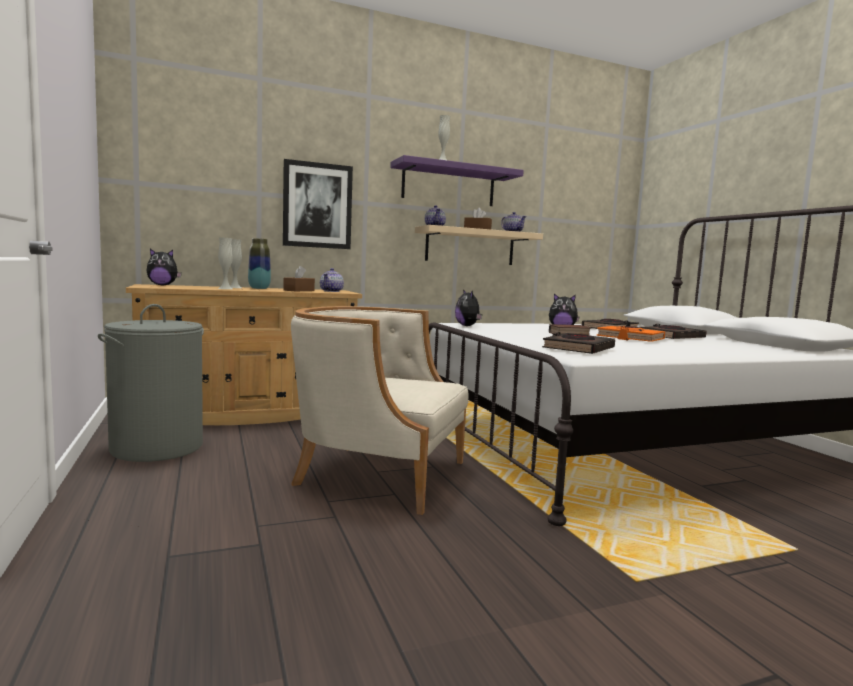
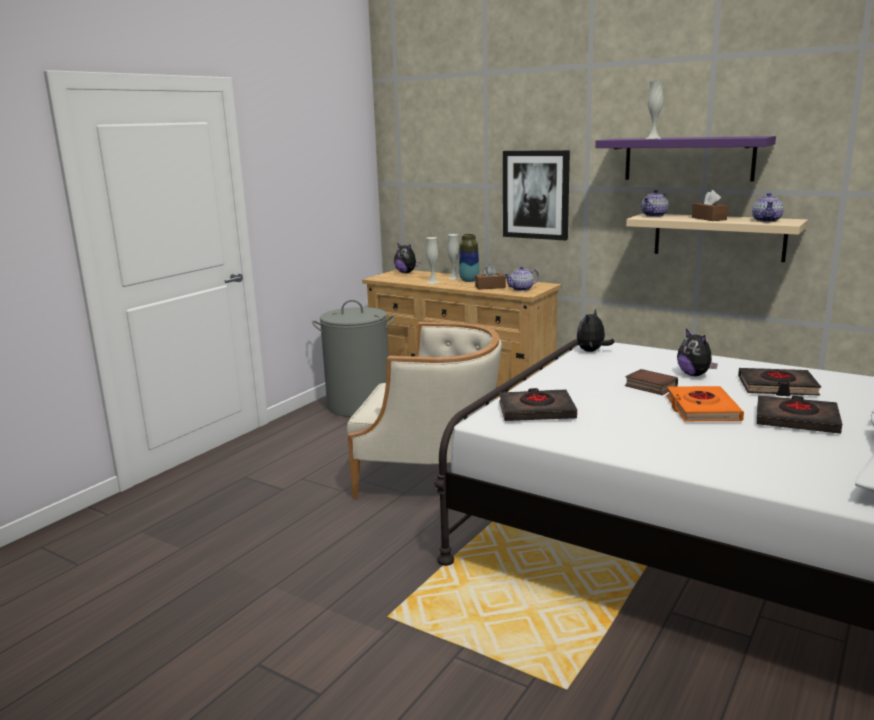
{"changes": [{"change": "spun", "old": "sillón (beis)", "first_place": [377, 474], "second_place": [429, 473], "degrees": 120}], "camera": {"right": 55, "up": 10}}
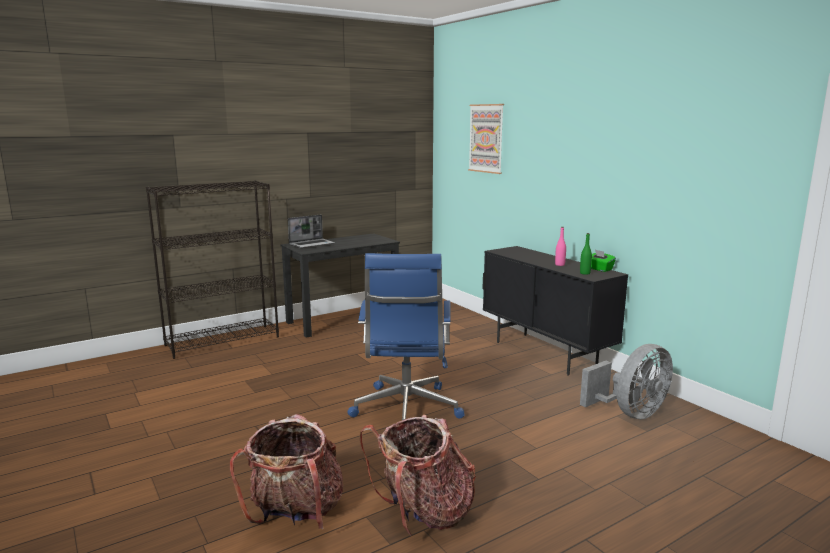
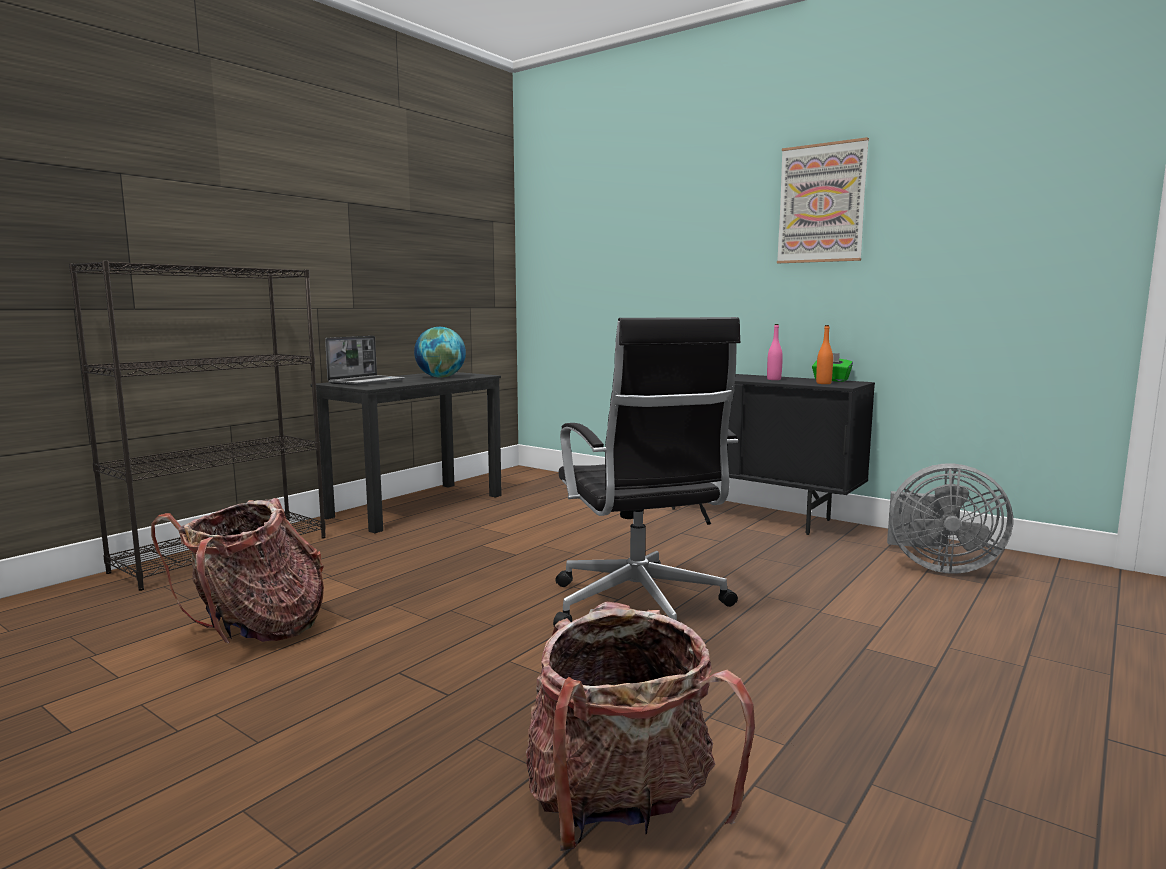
{"changes": [{"change": "colour", "old": "silla de oficina (azul)", "new": "silla de oficina (negro)", "first_place": [406, 410], "second_place": [639, 608]}, {"change": "relocated", "old": "mochila", "first_place": [423, 513], "second_place": [255, 631]}, {"change": "relocated", "old": "cuadro", "first_place": [486, 138], "second_place": [821, 203]}, {"change": "colour", "old": "botella (verde)", "new": "botella (naranja)", "first_place": [585, 273], "second_place": [823, 383]}, {"change": "spun", "old": "ventilador (gris)", "first_place": [630, 413], "second_place": [938, 566], "degrees": 75}, {"change": "appeared", "new": "globo terráqueo", "second_place": [441, 377]}], "camera": {"right": -20, "up": -5}}
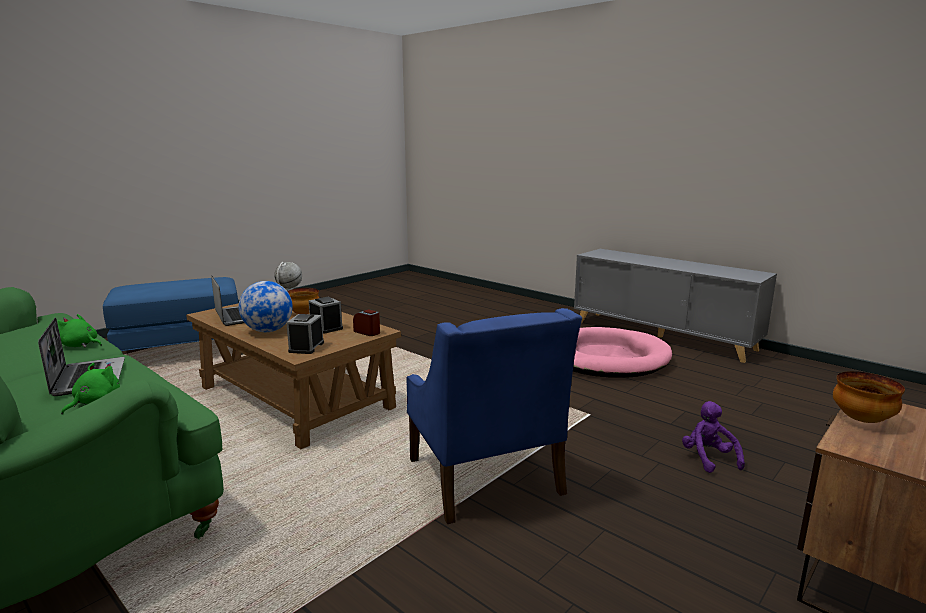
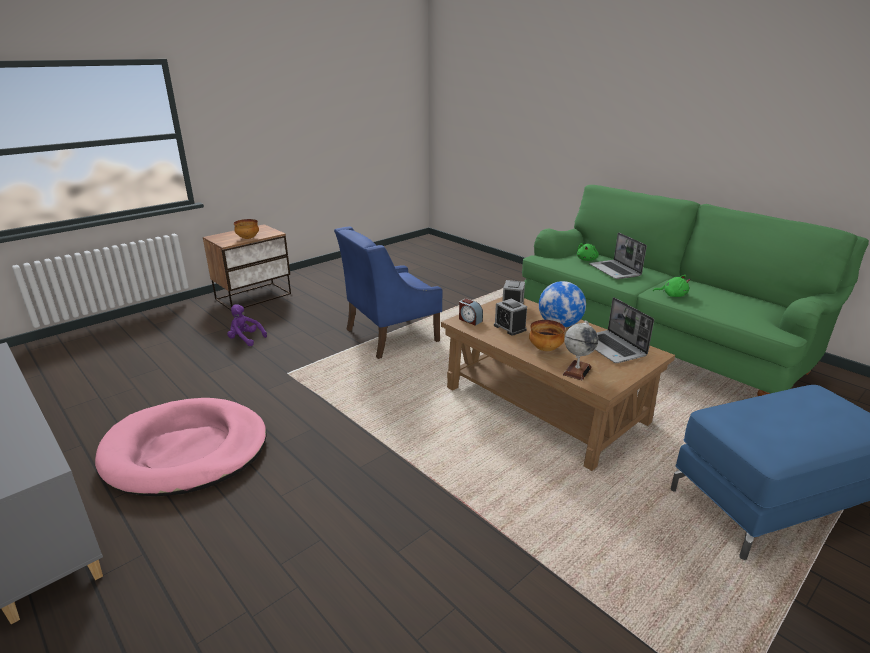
{"changes": [{"change": "spun", "old": "sillón (azul)", "first_place": [484, 477], "second_place": [390, 335], "degrees": -105}, {"change": "spun", "old": "peluche (morado)", "first_place": [708, 458], "second_place": [245, 339], "degrees": 120}], "camera": {"right": -175, "up": 10}}
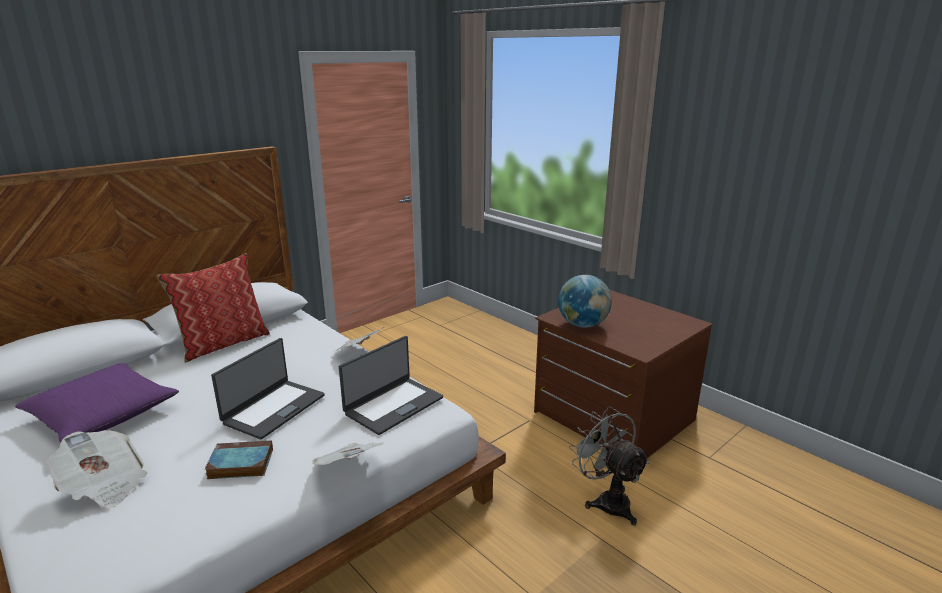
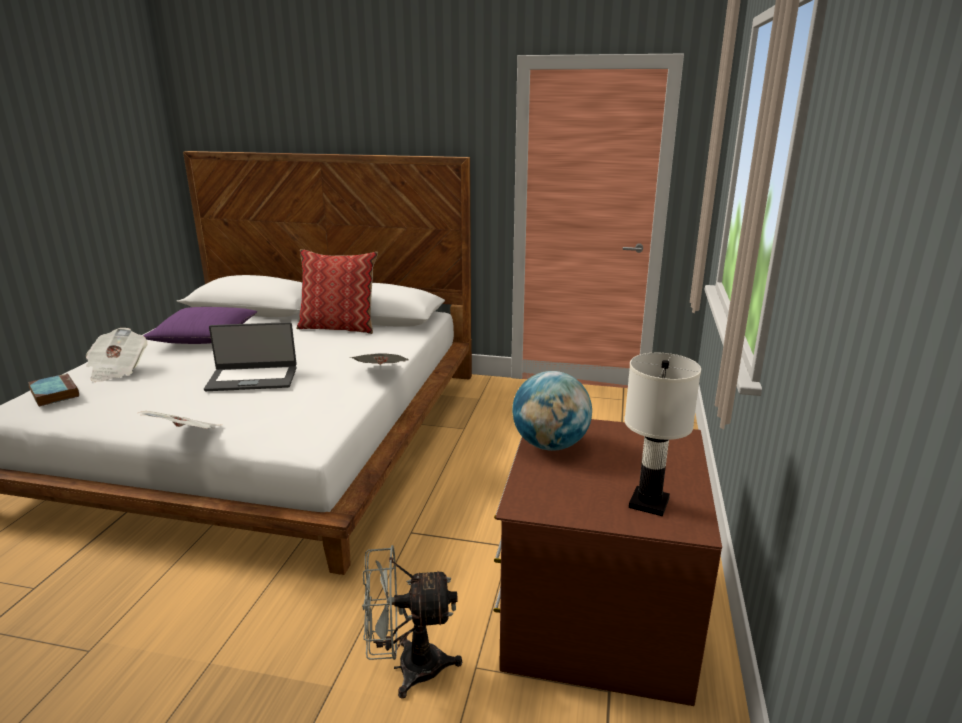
{"changes": [{"change": "relocated", "old": "libro", "first_place": [239, 464], "second_place": [54, 393]}, {"change": "missing", "old": "portátil", "first_place": [393, 405]}, {"change": "spun", "old": "ventilador (gris)", "first_place": [607, 500], "second_place": [408, 667], "degrees": -120}, {"change": "appeared", "new": "lámpara de mesa (blanco)", "second_place": [648, 502]}], "camera": {"right": 55, "up": 0}}
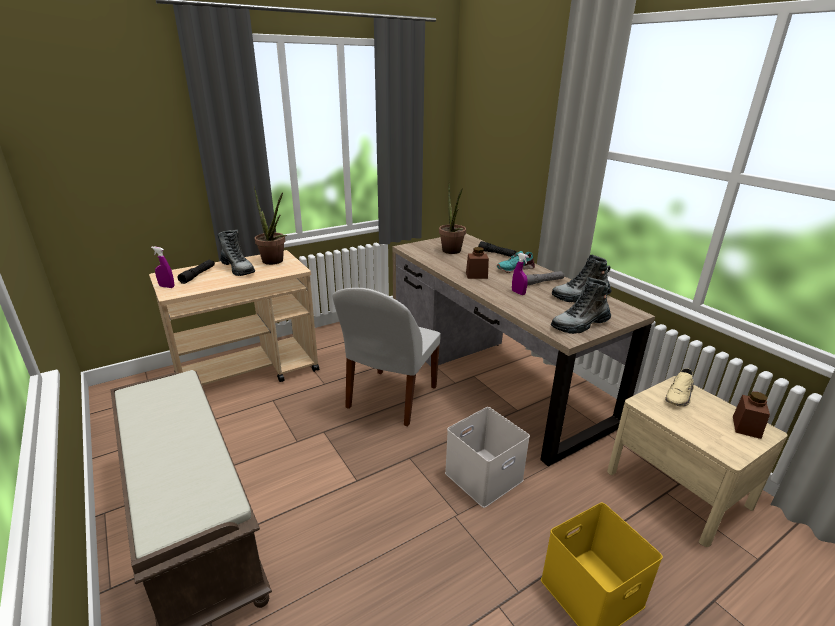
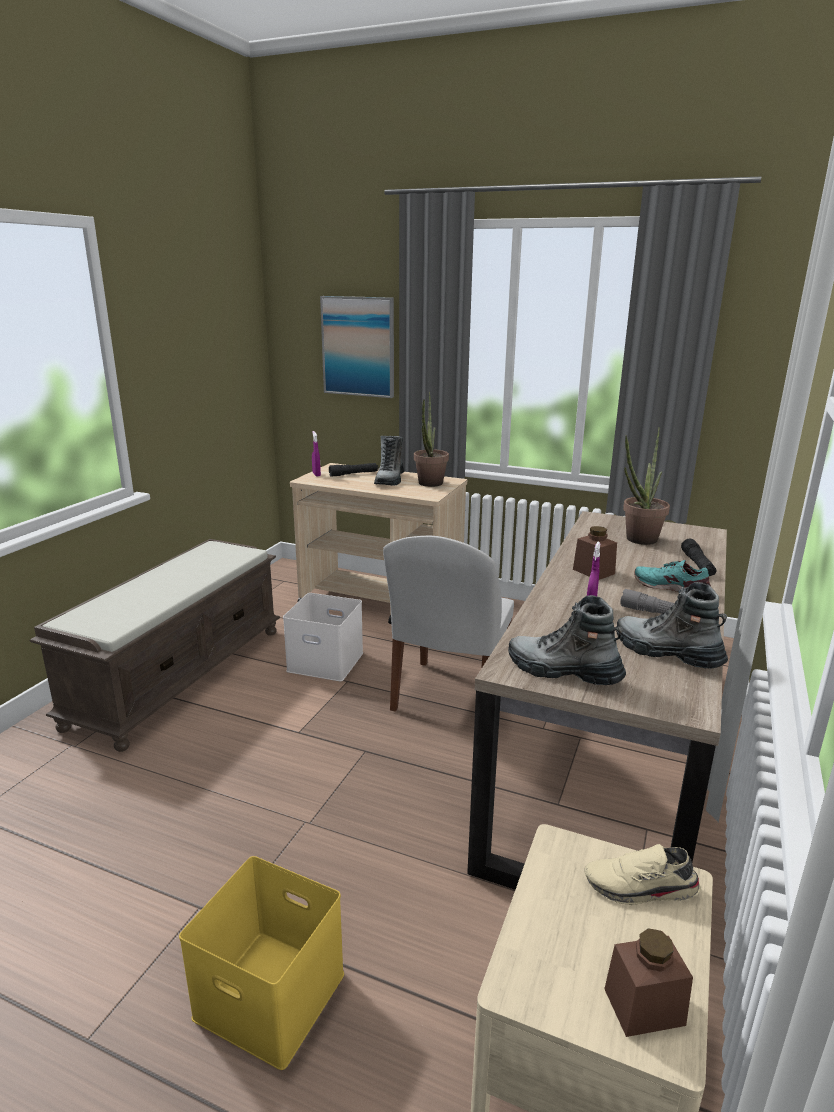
{"changes": [{"change": "spun", "old": "silla (blanco)", "first_place": [390, 398], "second_place": [448, 696], "degrees": -60}, {"change": "relocated", "old": "caja de almacenaje (blanco)", "first_place": [483, 475], "second_place": [327, 661]}, {"change": "appeared", "new": "cuadro", "second_place": [358, 346]}], "camera": {"right": 55, "up": -5}}
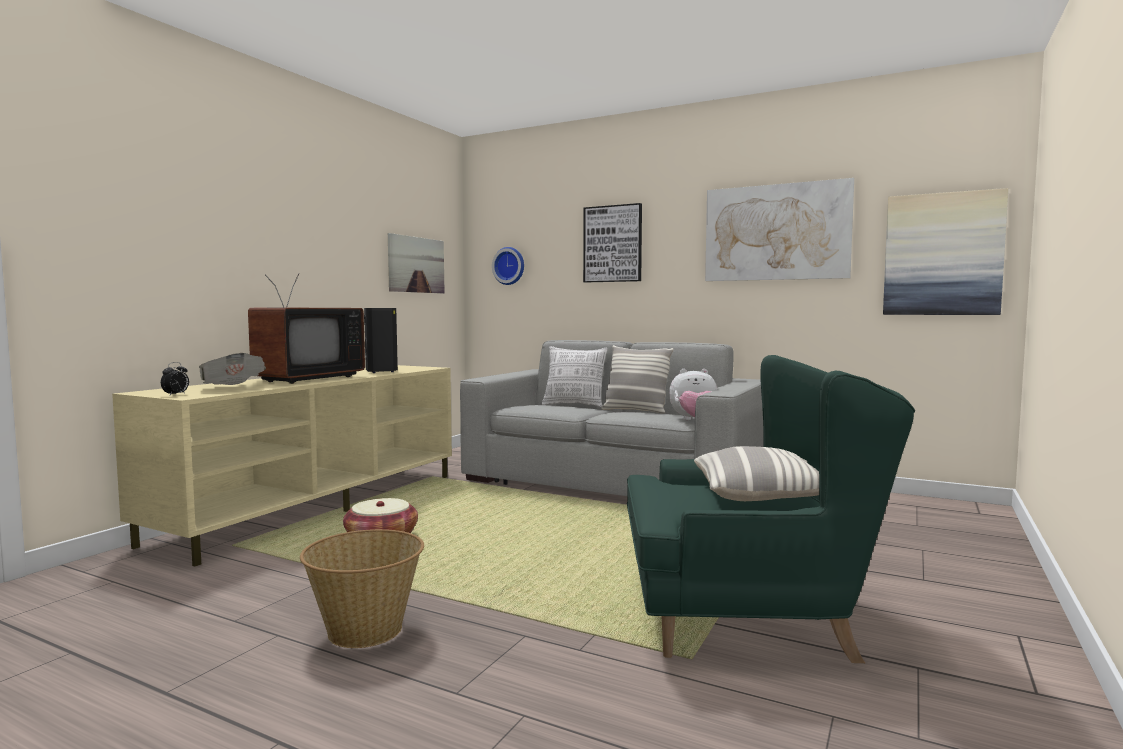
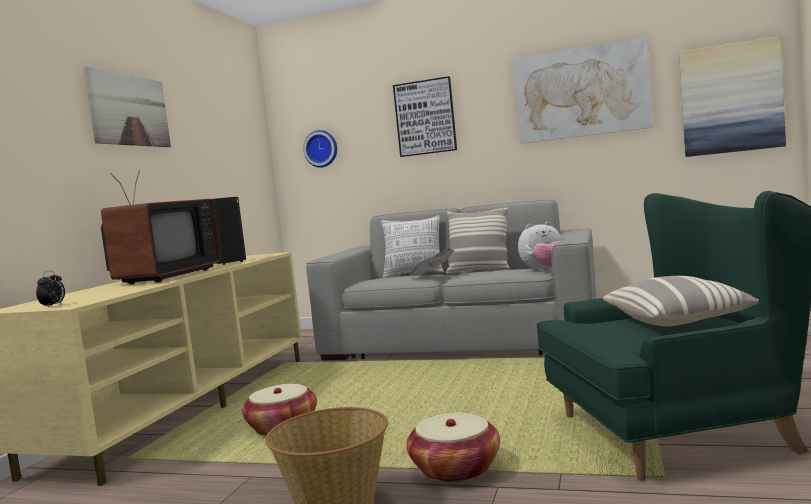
{"changes": [{"change": "relocated", "old": "periódico", "first_place": [233, 387], "second_place": [432, 276]}, {"change": "relocated", "old": "cuadro", "first_place": [416, 265], "second_place": [129, 110]}, {"change": "appeared", "new": "cesta", "second_place": [455, 469]}], "camera": {"right": -10, "up": 0}}
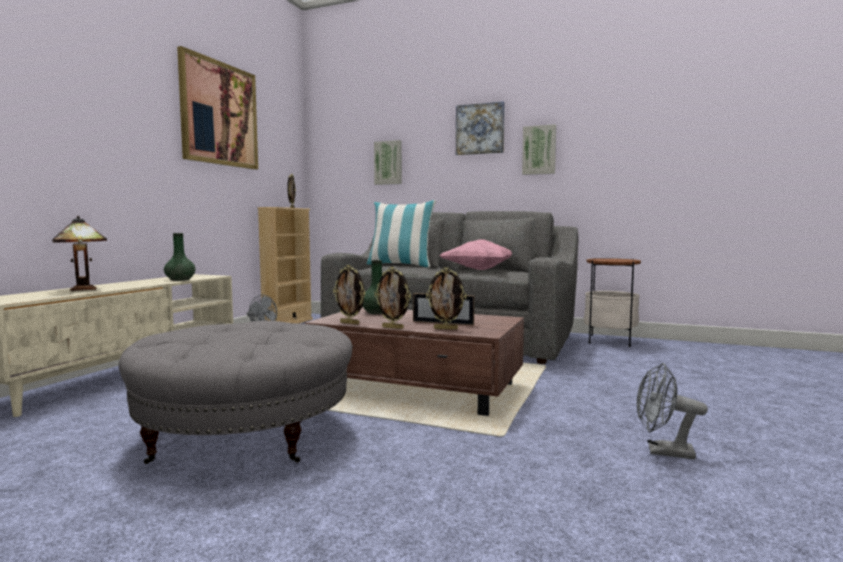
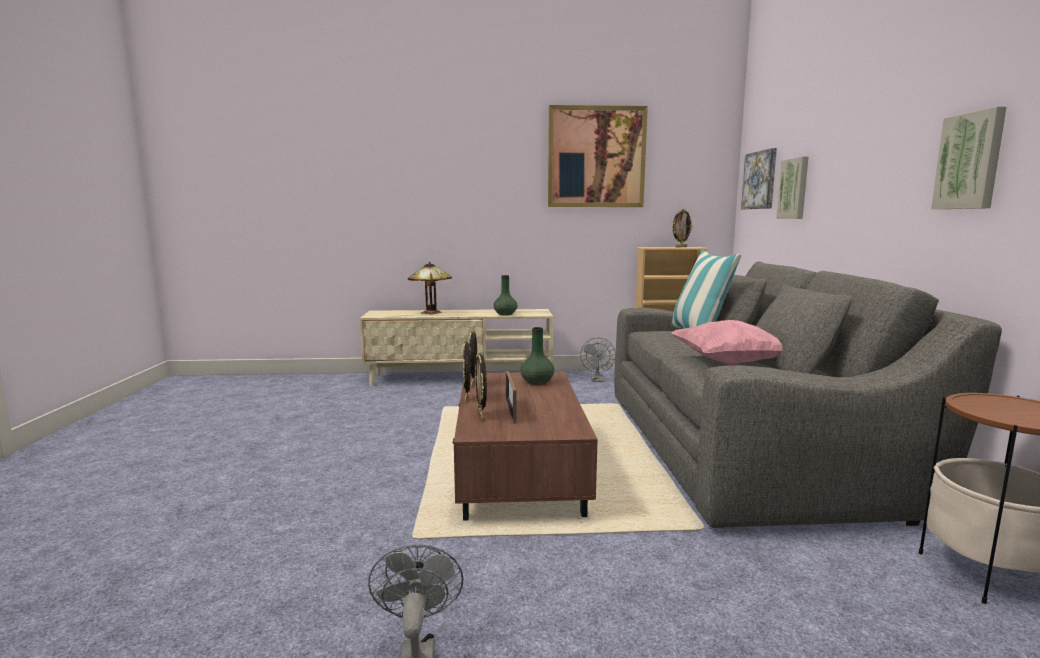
{"changes": [{"change": "missing", "old": "puf (gris)", "first_place": [246, 434]}, {"change": "relocated", "old": "cuadro", "first_place": [480, 129], "second_place": [760, 180]}], "camera": {"right": 65, "up": 5}}
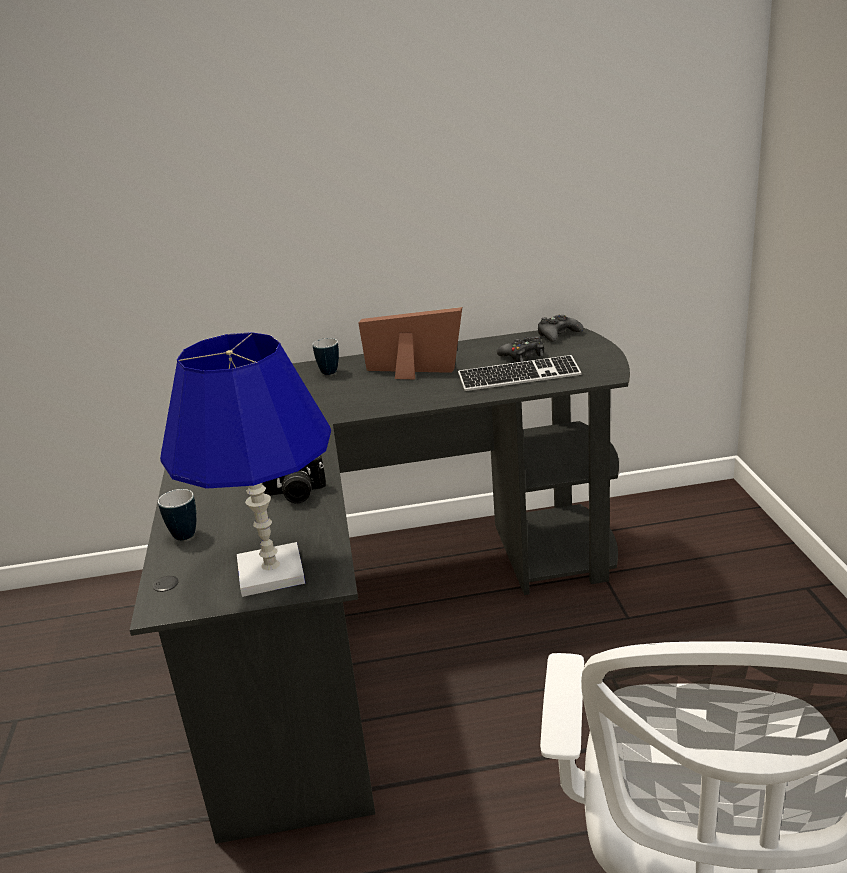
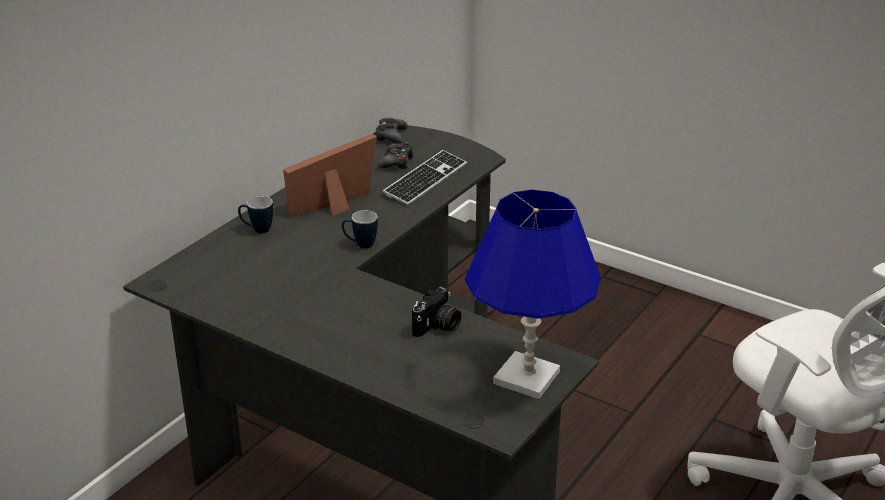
{"changes": [{"change": "relocated", "old": "taza grande", "first_place": [181, 532], "second_place": [360, 244]}], "camera": {"right": -50, "up": 5}}
